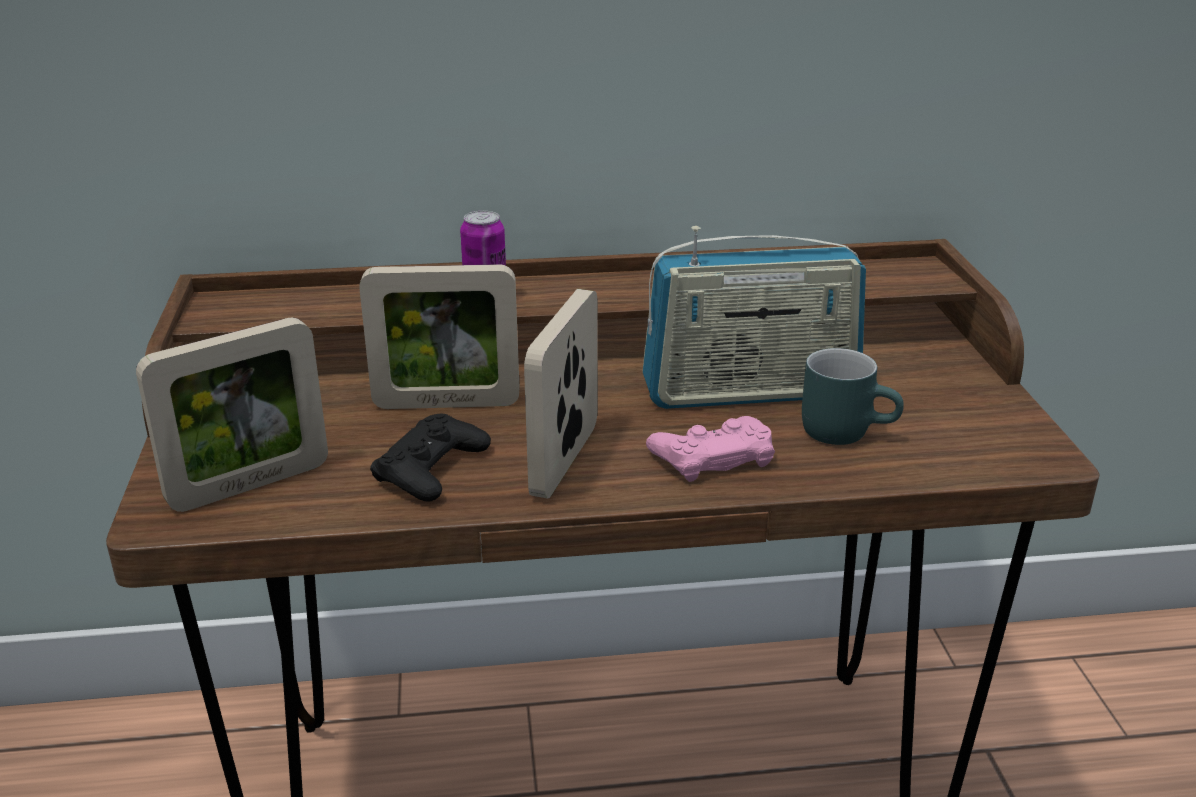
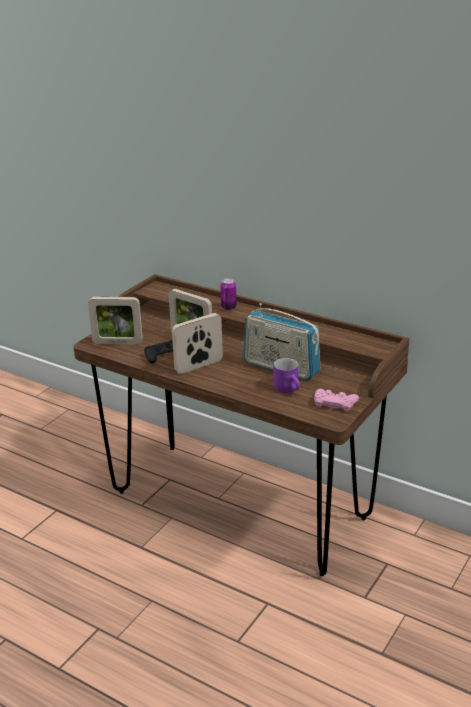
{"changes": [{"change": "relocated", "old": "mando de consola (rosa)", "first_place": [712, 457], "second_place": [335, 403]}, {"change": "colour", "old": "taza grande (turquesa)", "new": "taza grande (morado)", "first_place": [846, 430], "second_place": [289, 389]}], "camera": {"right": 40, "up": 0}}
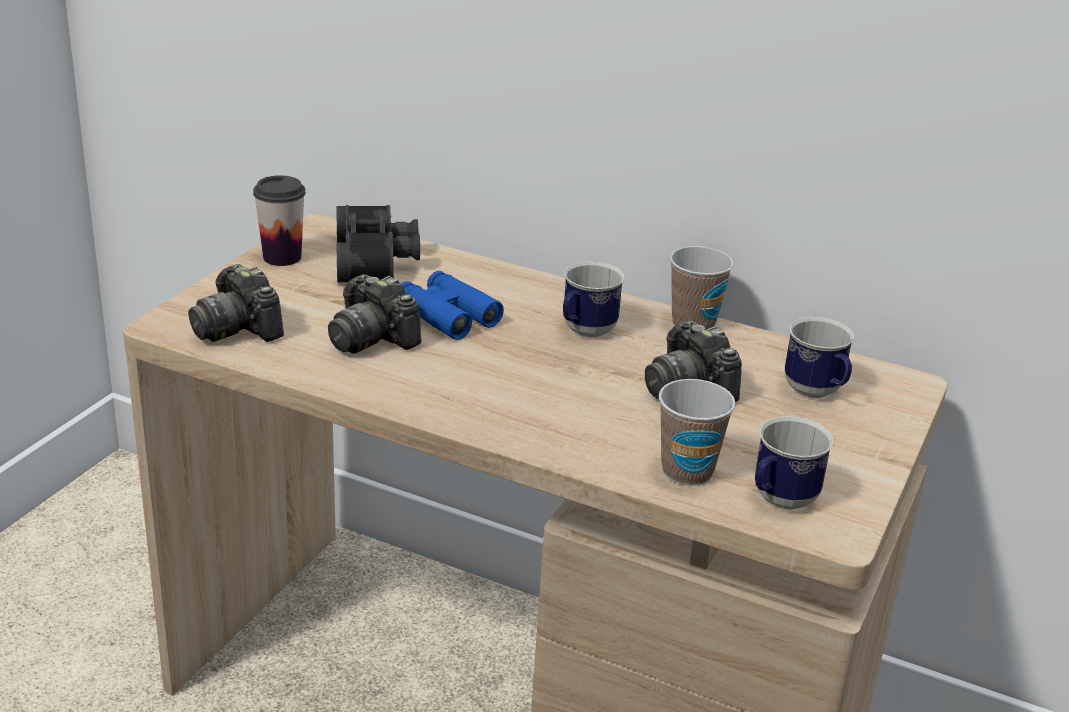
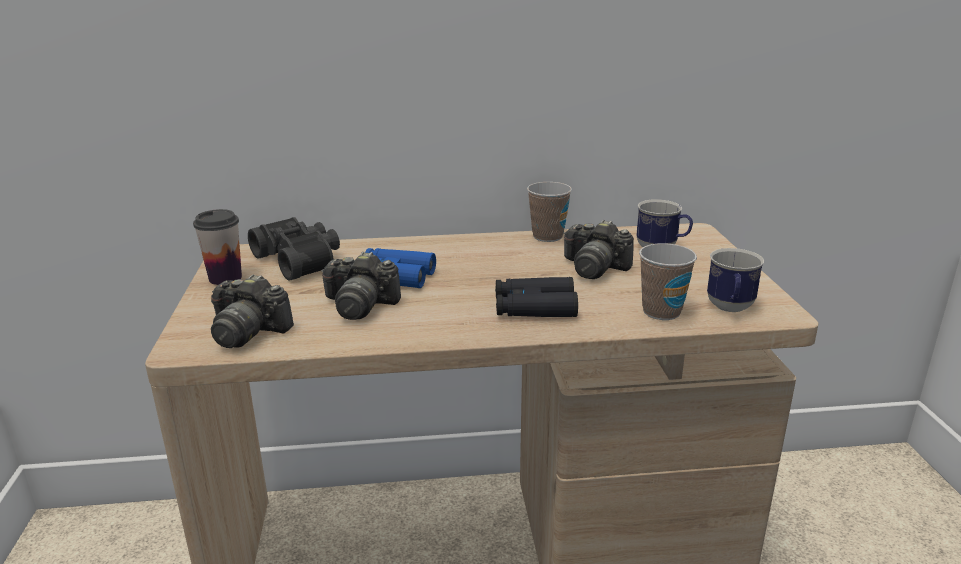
{"changes": [{"change": "missing", "old": "taza grande", "first_place": [584, 332]}, {"change": "appeared", "new": "prismáticos (negro)", "second_place": [534, 307]}], "camera": {"right": -30, "up": -5}}
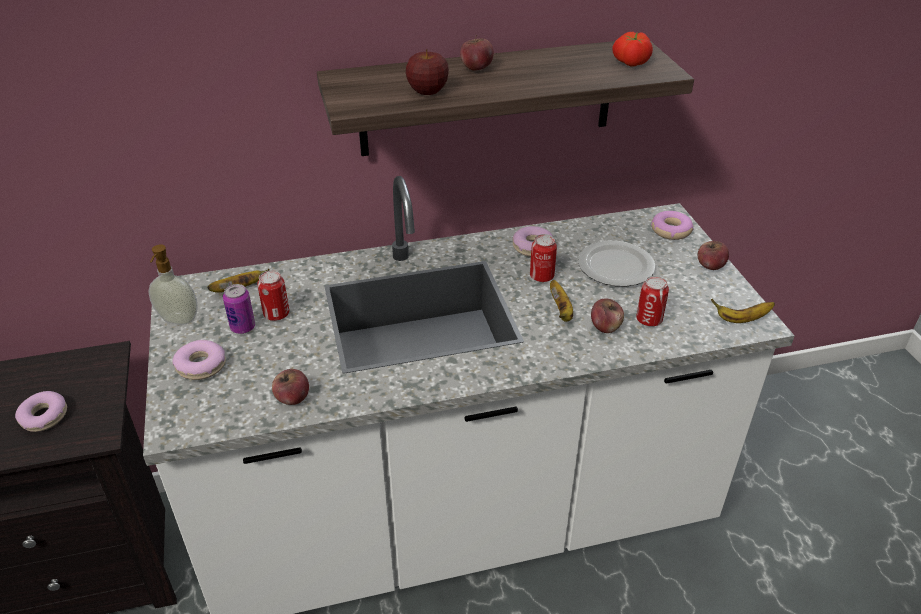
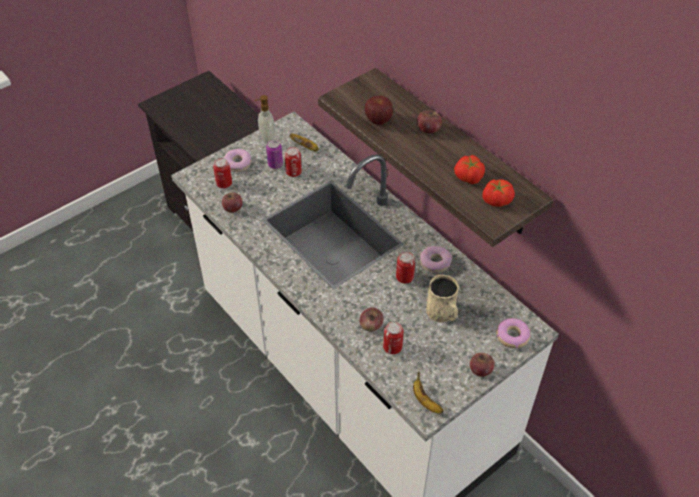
{"changes": [{"change": "missing", "old": "rosquilla", "first_place": [44, 417]}, {"change": "missing", "old": "plátano", "first_place": [561, 311]}, {"change": "exchanged", "old": "plato", "new": "taza grande (beis)", "first_place": [614, 266], "second_place": [443, 313]}, {"change": "appeared", "new": "lata", "second_place": [224, 183]}, {"change": "appeared", "new": "tomate", "second_place": [468, 177]}], "camera": {"right": 65, "up": 10}}
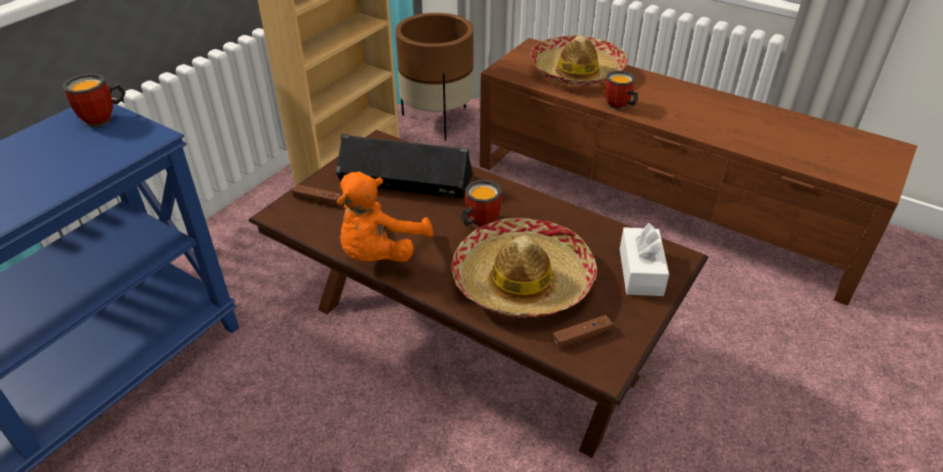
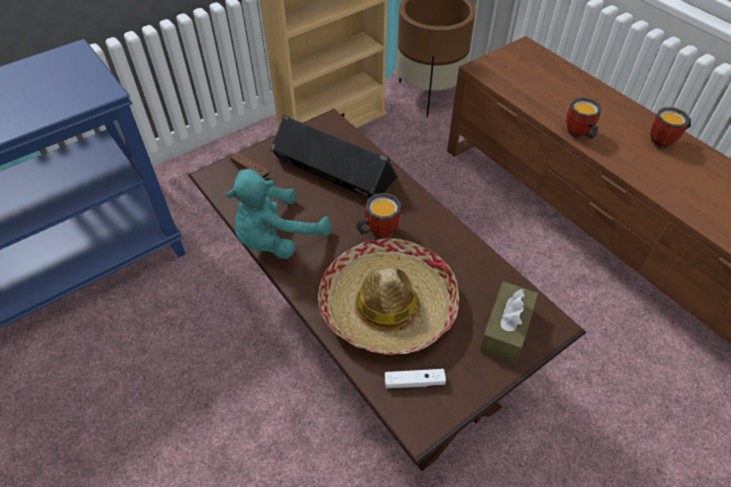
{"changes": [{"change": "relocated", "old": "taza grande", "first_place": [104, 119], "second_place": [665, 142]}, {"change": "colour", "old": "peluche (naranja)", "new": "peluche (turquesa)", "first_place": [380, 253], "second_place": [277, 239]}, {"change": "missing", "old": "sombrero", "first_place": [576, 71]}, {"change": "colour", "old": "mando de consola (marrón)", "new": "mando de consola (blanco)", "first_place": [582, 336], "second_place": [414, 382]}, {"change": "colour", "old": "caja de pañuelos (blanco)", "new": "caja de pañuelos (marrón)", "first_place": [640, 272], "second_place": [506, 329]}], "camera": {"right": 20, "up": 10}}
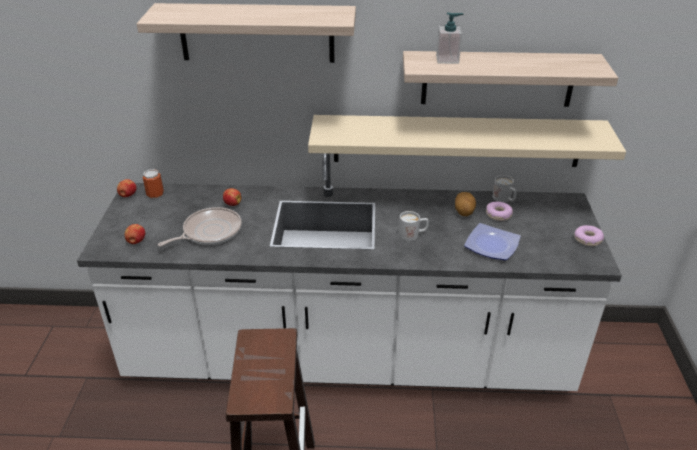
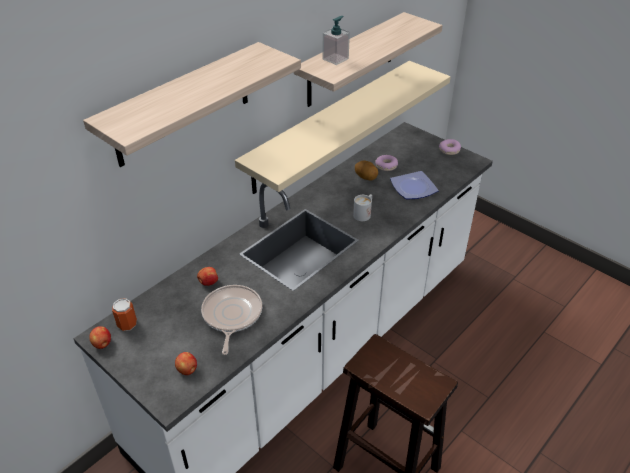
{"changes": [{"change": "missing", "old": "taza grande (blanco)", "first_place": [504, 199]}], "camera": {"right": -50, "up": 5}}
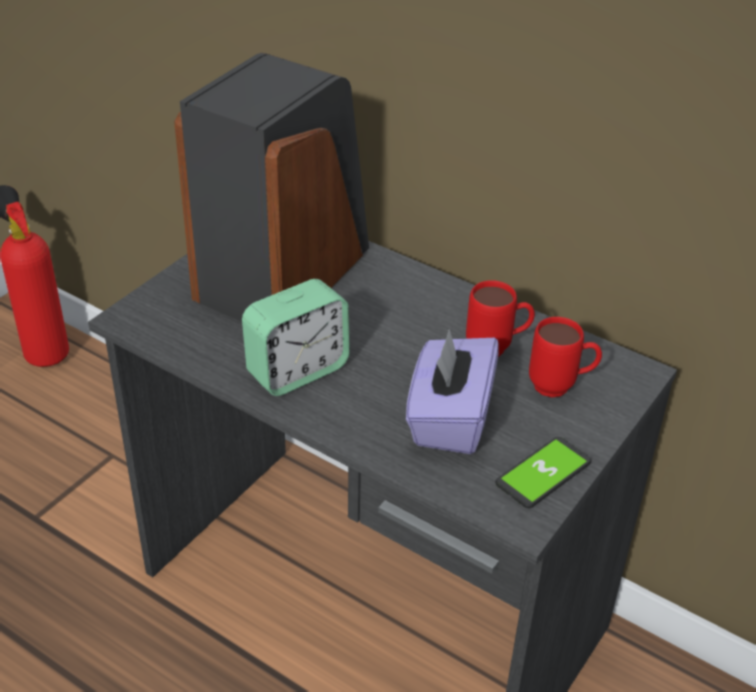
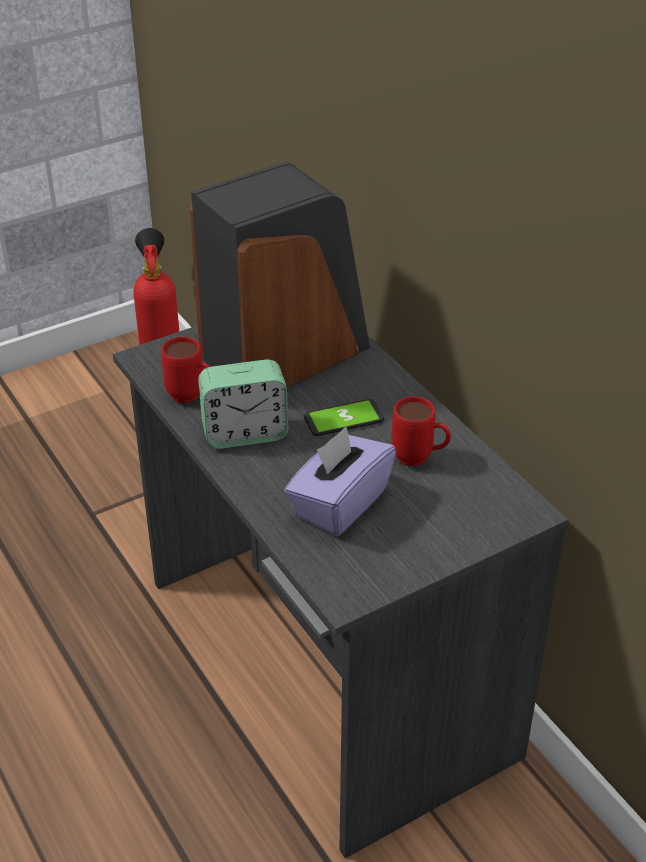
{"changes": [{"change": "relocated", "old": "móvil", "first_place": [543, 473], "second_place": [343, 419]}, {"change": "relocated", "old": "taza grande (rojo)", "first_place": [560, 387], "second_place": [192, 397]}], "camera": {"right": 25, "up": 0}}
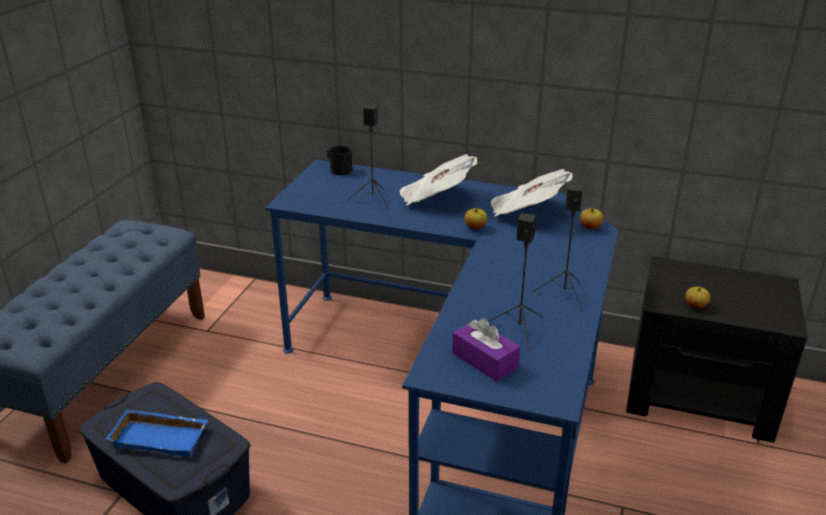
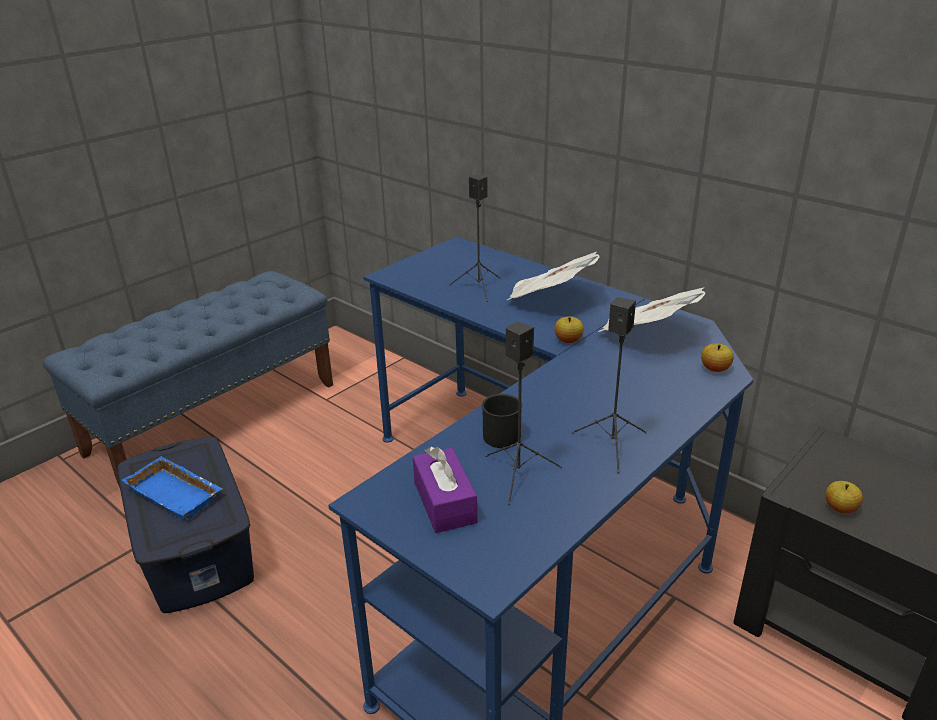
{"changes": [{"change": "relocated", "old": "taza grande (negro)", "first_place": [338, 169], "second_place": [499, 433]}], "camera": {"right": 25, "up": 0}}
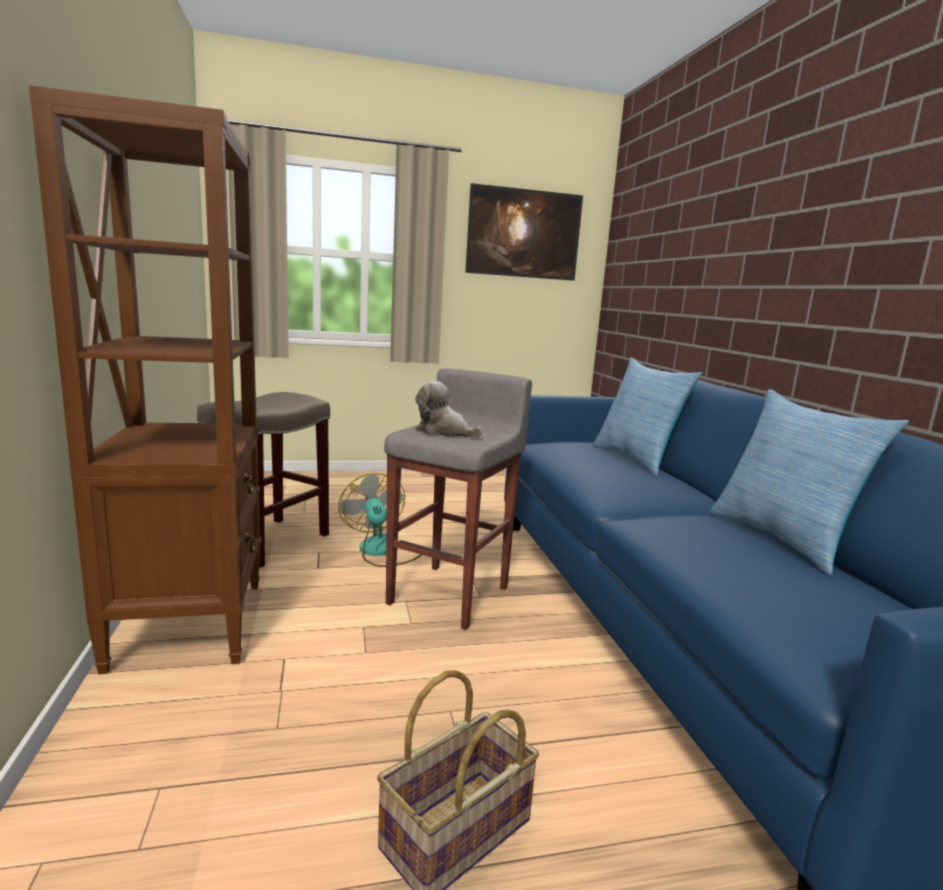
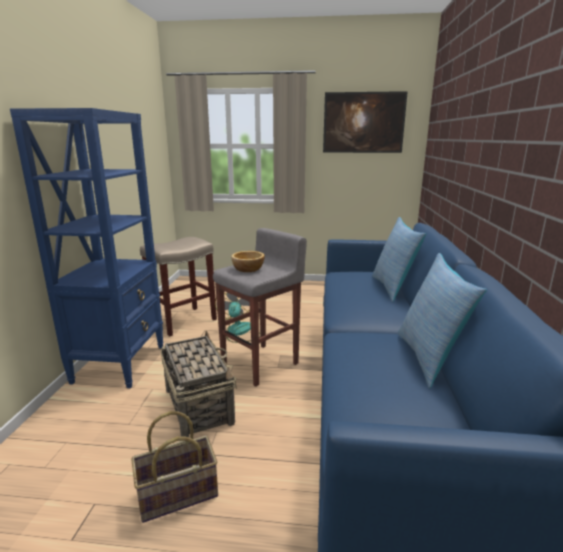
{"changes": [{"change": "colour", "old": "estantería (marrón)", "new": "estantería (azul)", "first_place": [190, 622], "second_place": [120, 363]}, {"change": "exchanged", "old": "peluche", "new": "cuenco", "first_place": [444, 432], "second_place": [248, 269]}, {"change": "appeared", "new": "cesta", "second_place": [198, 405]}], "camera": {"right": 20, "up": 5}}
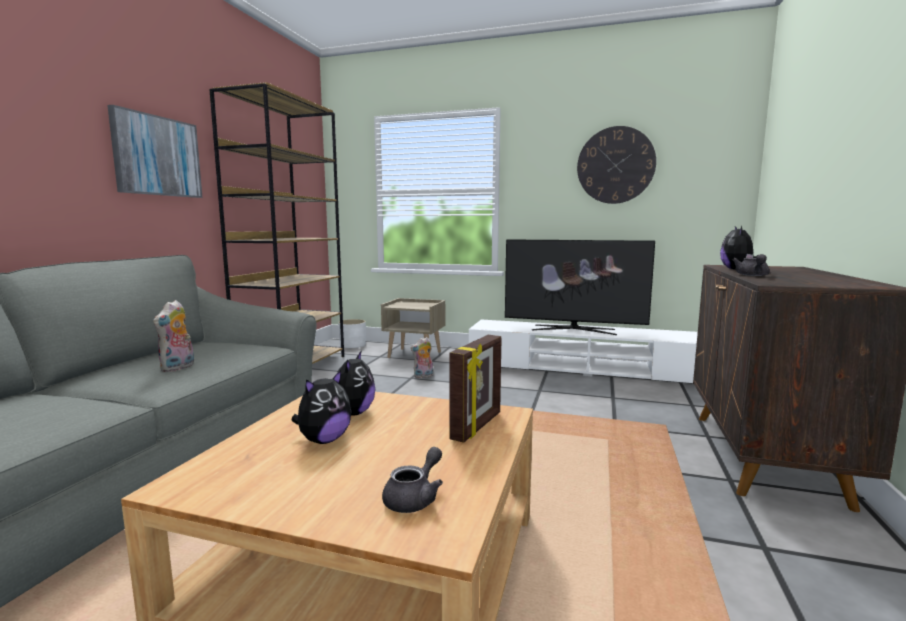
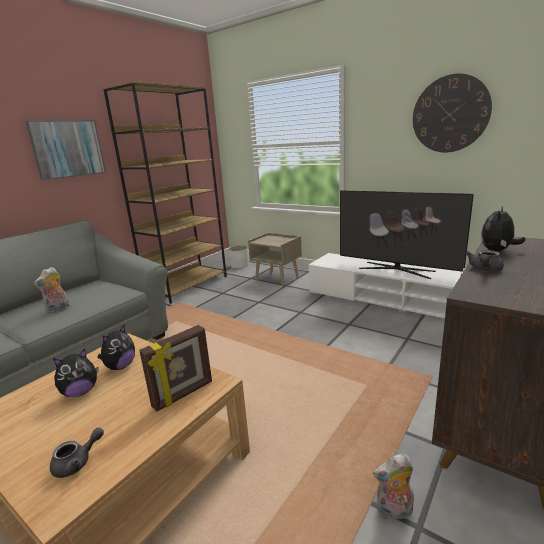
{"changes": [{"change": "relocated", "old": "peluche", "first_place": [423, 376], "second_place": [394, 511]}], "camera": {"right": 20, "up": 10}}
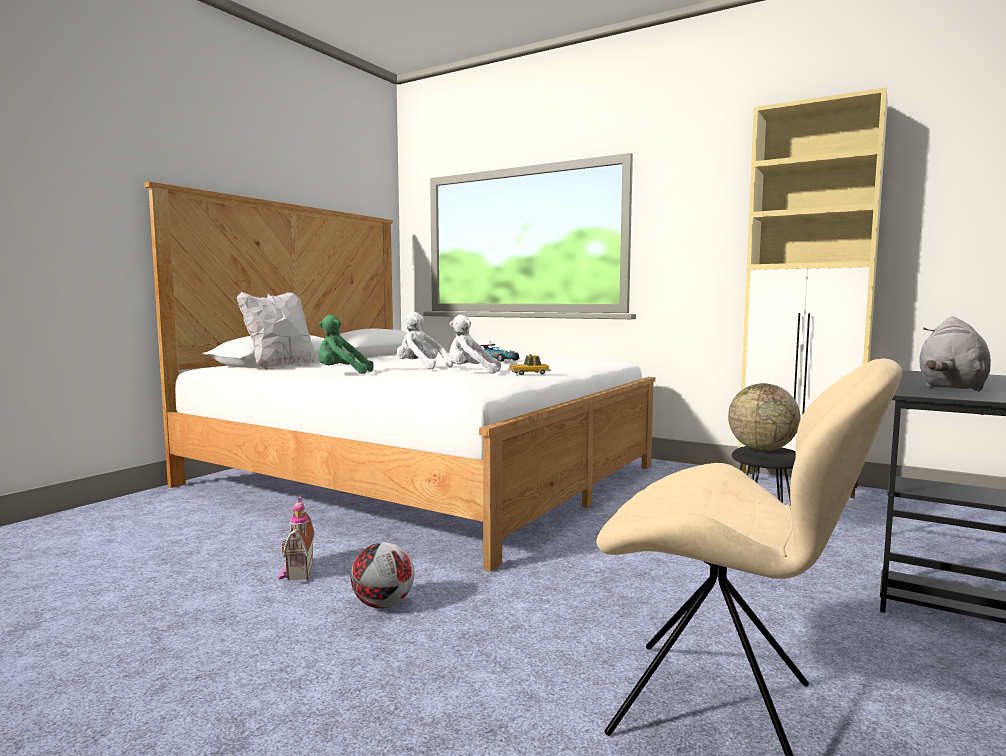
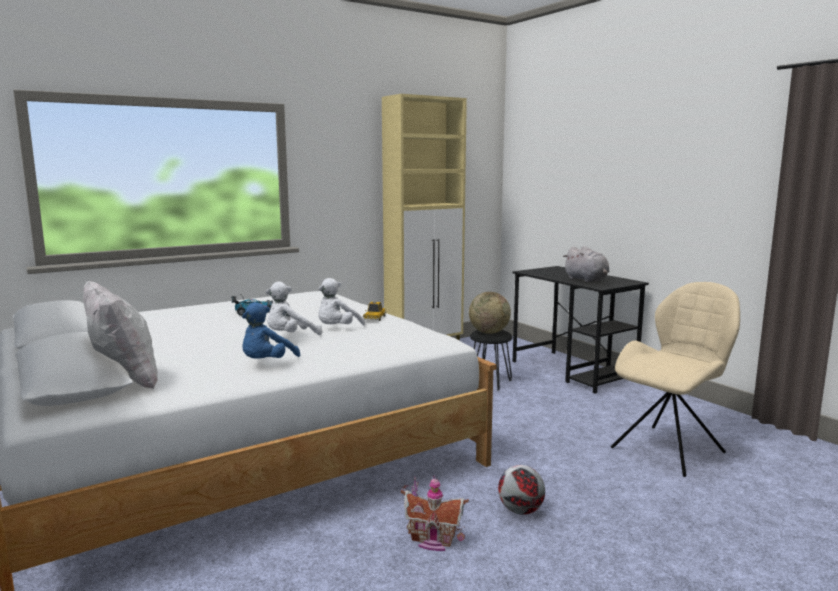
{"changes": [{"change": "colour", "old": "peluche (verde)", "new": "peluche (azul)", "first_place": [341, 373], "second_place": [266, 363]}], "camera": {"right": -65, "up": 5}}
